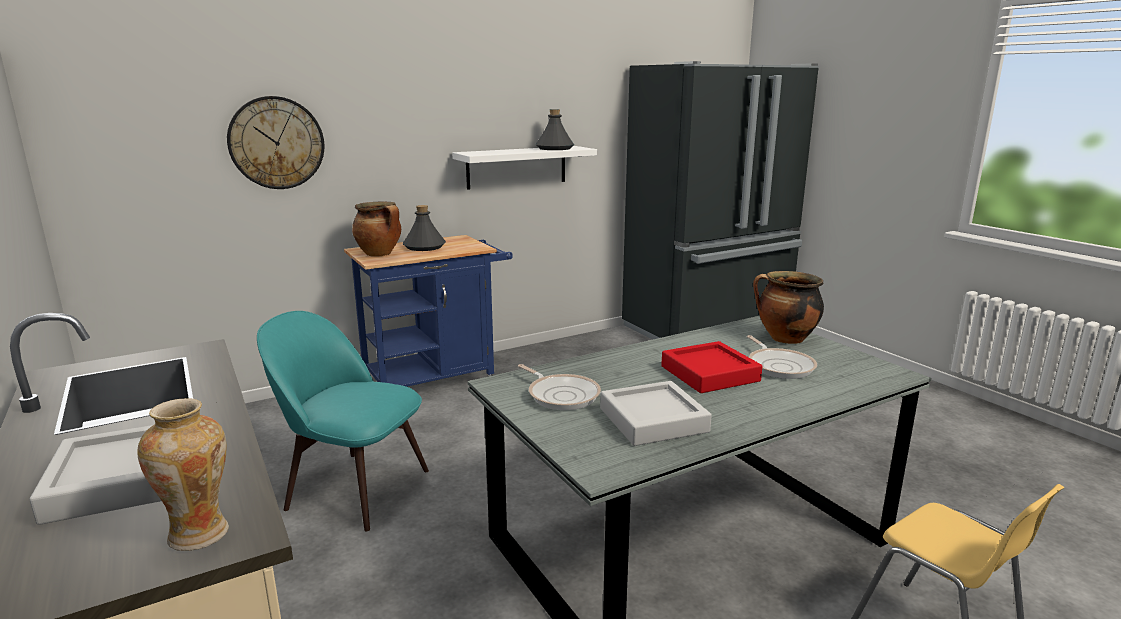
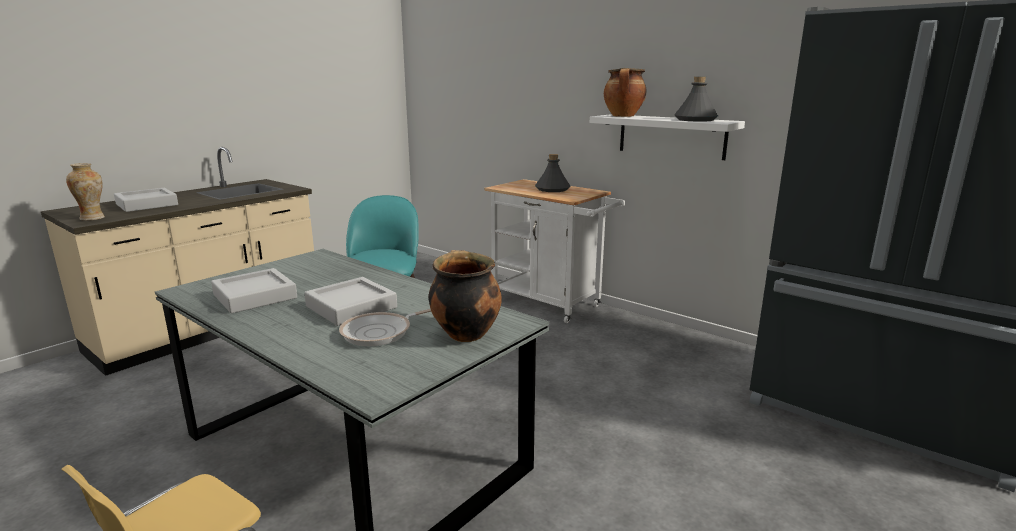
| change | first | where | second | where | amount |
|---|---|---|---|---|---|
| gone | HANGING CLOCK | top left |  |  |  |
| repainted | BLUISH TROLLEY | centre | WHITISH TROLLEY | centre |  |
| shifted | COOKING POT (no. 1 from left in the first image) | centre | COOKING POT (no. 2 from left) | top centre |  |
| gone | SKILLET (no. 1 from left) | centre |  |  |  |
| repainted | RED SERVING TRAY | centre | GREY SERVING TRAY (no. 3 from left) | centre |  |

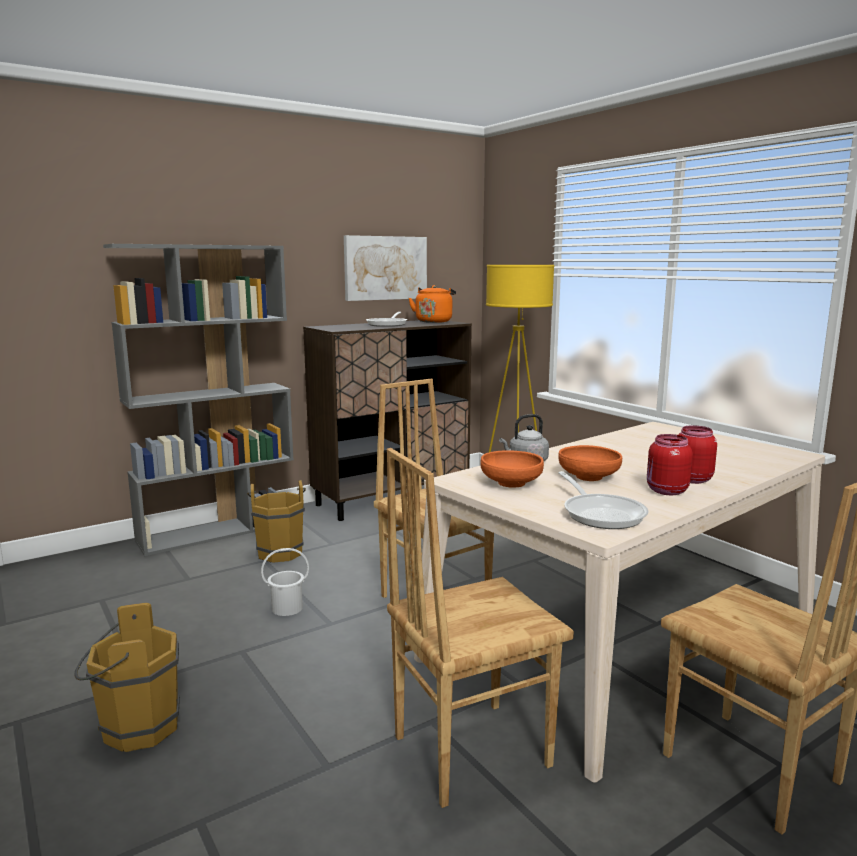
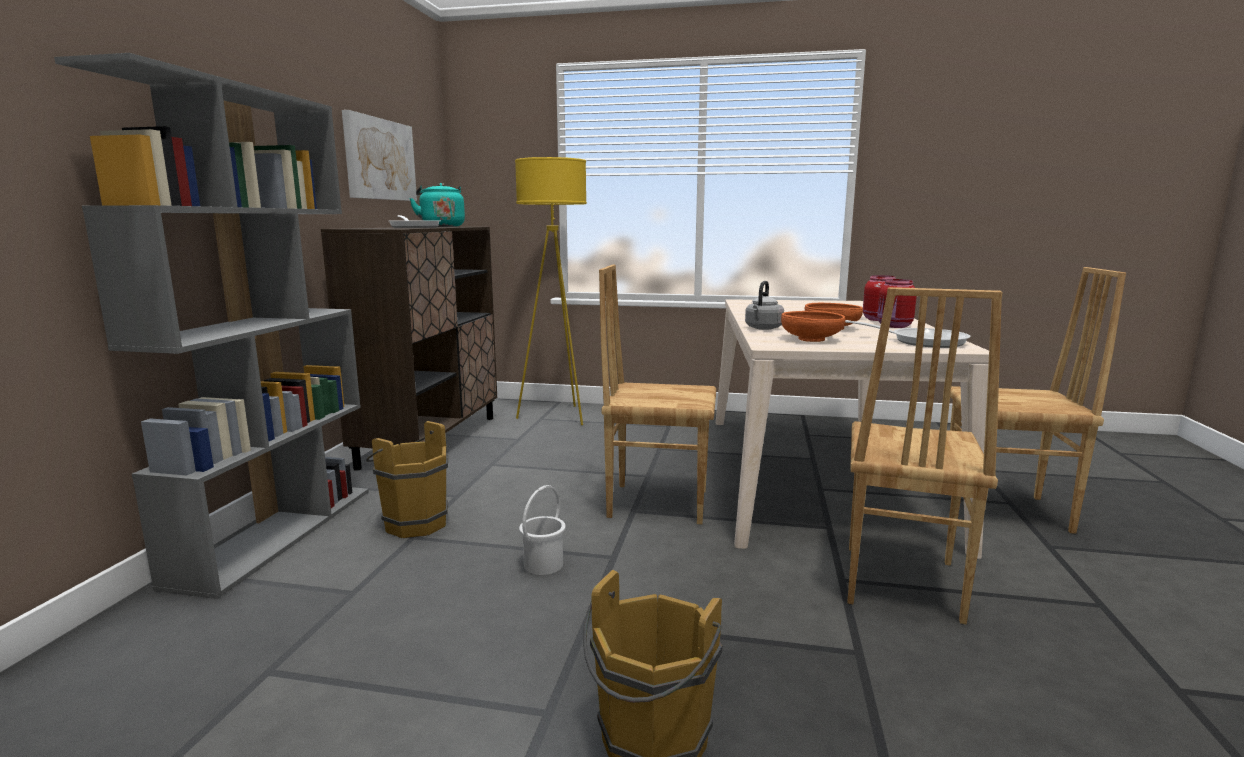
| change | first | where | second | where | amount |
|---|---|---|---|---|---|
| repainted | ORANGEY WATER KETTLE | centre | TURQUOISE WATER KETTLE | top centre |  |

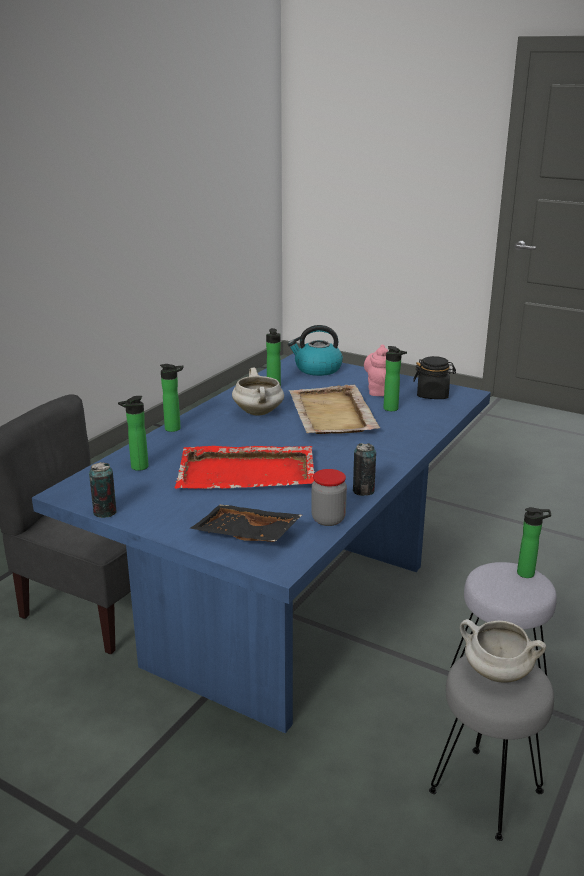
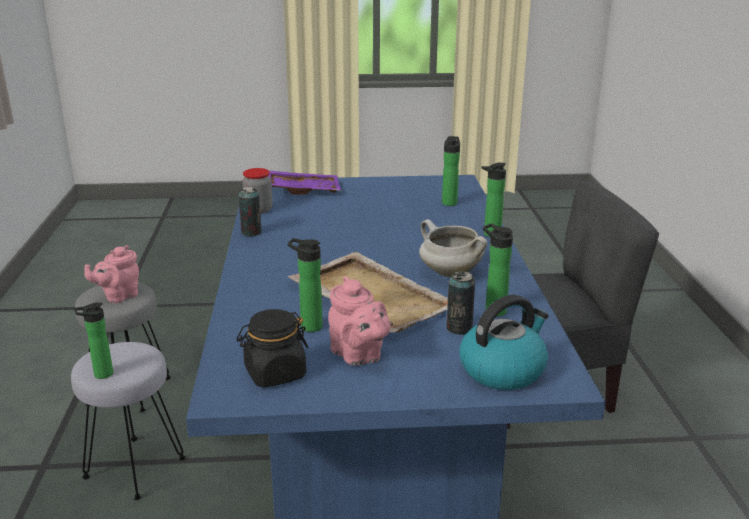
| change | first | where | second | where | amount |
|---|---|---|---|---|---|
| shifted | METAL CAN (no. 1 from left in the first image) | middle left | METAL CAN (no. 2 from left) | centre |  |
| gone | RED SERVING TRAY | centre |  |  |  |
| repainted | BLACKISH SERVING TRAY | centre | PURPLE-COLOURED SERVING TRAY | centre |  |
| swapped | WHITISH COOKING POT (no. 2 from left) | bottom right | PINK TEA POT (no. 1 from left) | middle left |  |

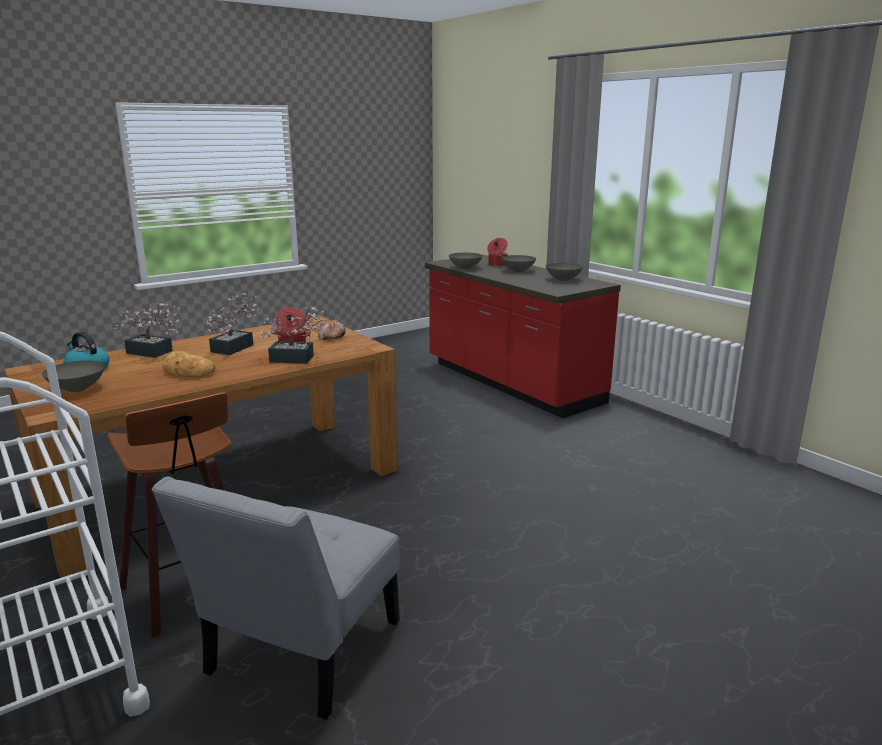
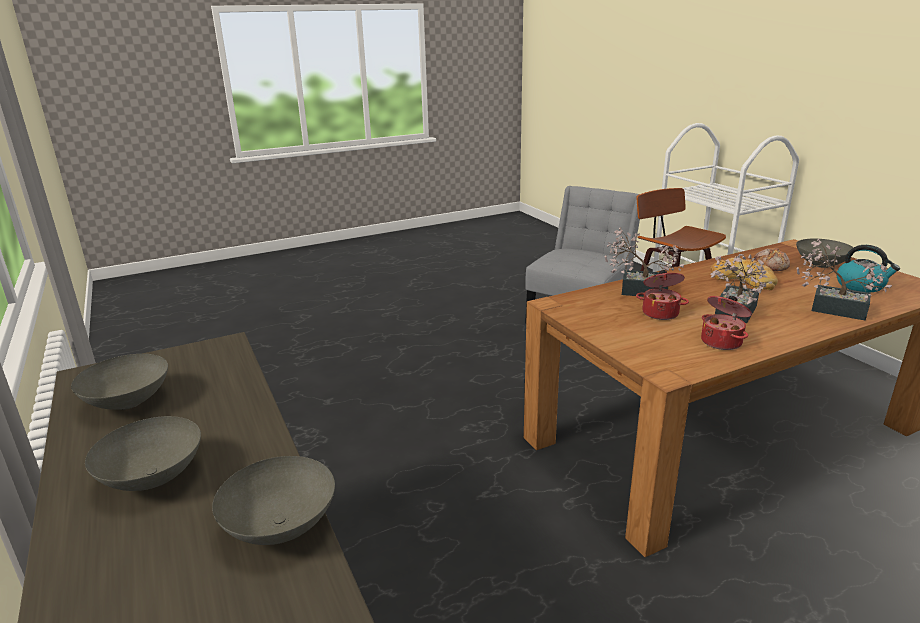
| change | first | where | second | where | amount |
|---|---|---|---|---|---|
| shifted | BAKED BREAD (no. 2 from left) | centre |  | middle right |  |
| shifted | COOKING POT (no. 2 from left) | centre |  | middle right |  |

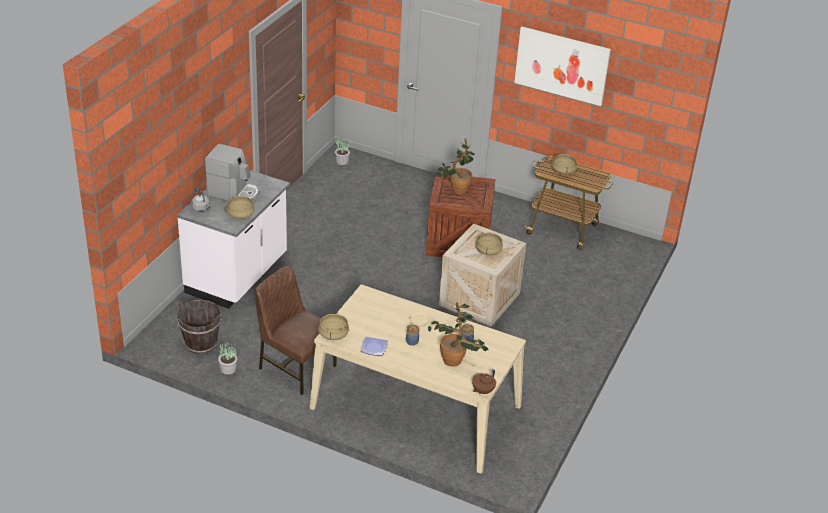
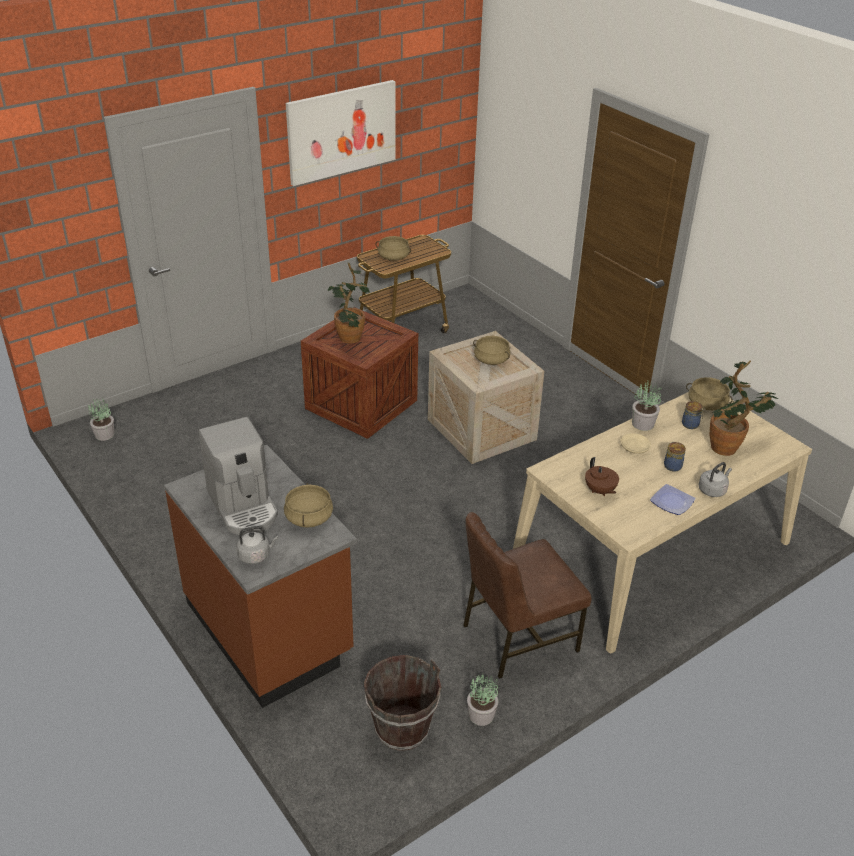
| change | first | where | second | where | amount |
|---|---|---|---|---|---|
| repainted | WHITISH KITCHEN COUNTER | middle left | BROWNISH KITCHEN COUNTER | bottom left |  |
| rotated | COFFEE BREWER | middle left |  | middle left | 105 degrees clockwise |
| shifted | BEIGE-COLOURED COOKING POT (no. 2 from left in the first image) | centre | BEIGE-COLOURED COOKING POT (no. 4 from left) | middle right |  |
| shifted | BROWNISH TEA POT | bottom centre |  | middle right |  |
| new |  |  | POTTED PLANT (no. 4 from left) | middle right |  |
| new |  |  | GREY WATER KETTLE (no. 2 from left) | middle right |  |

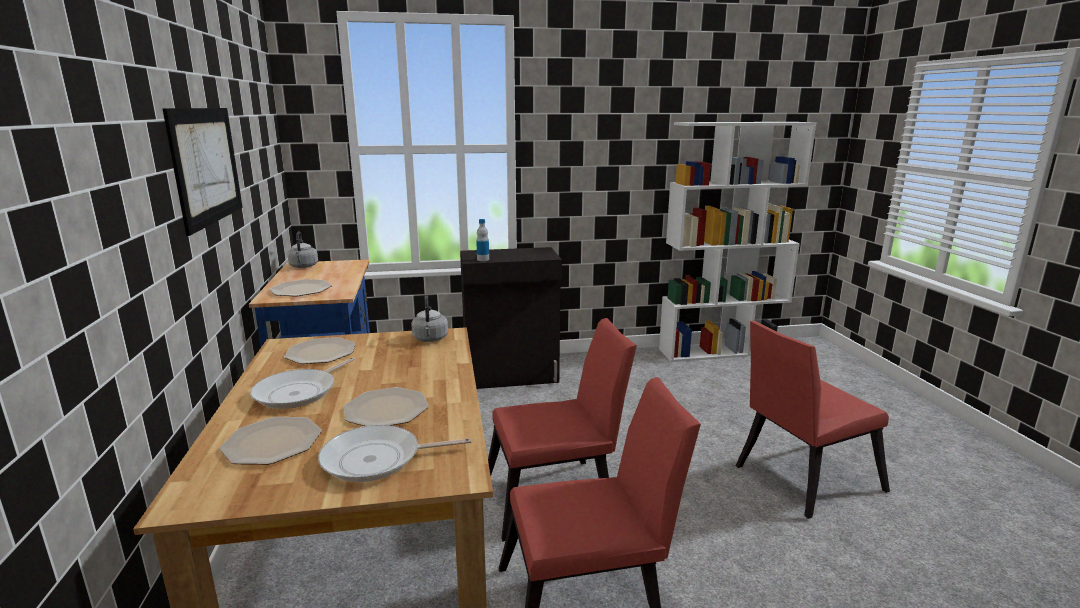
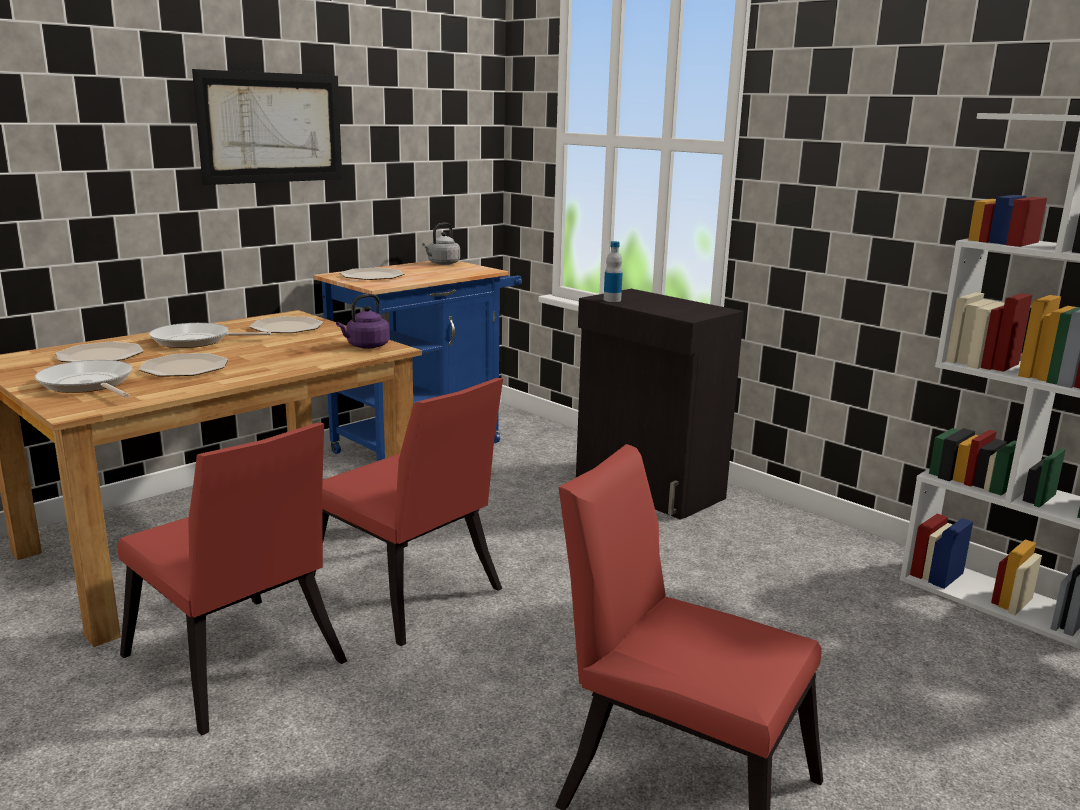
| change | first | where | second | where | amount |
|---|---|---|---|---|---|
| repainted | GREY WATER KETTLE (no. 2 from left) | centre | PURPLE-COLOURED WATER KETTLE | centre |  |

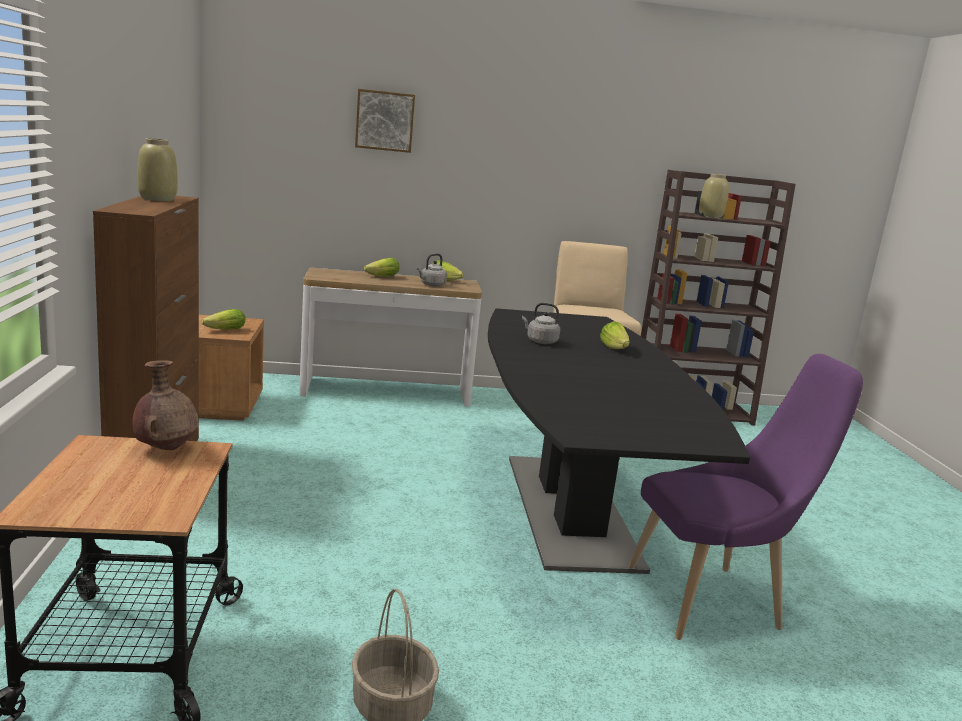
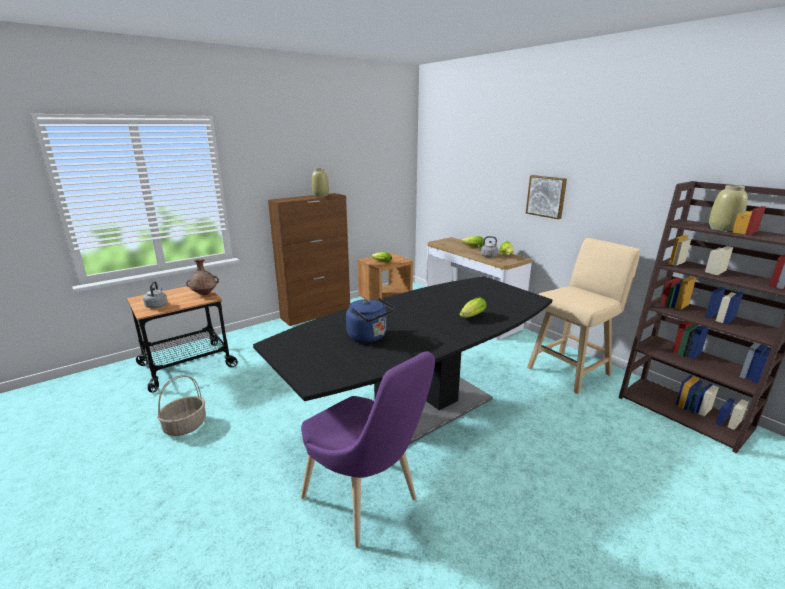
| change | first | where | second | where | amount |
|---|---|---|---|---|---|
| shifted | WALL ART | top centre |  | middle right |  |
| shifted | GREY WATER KETTLE (no. 2 from left in the first image) | centre | GREY WATER KETTLE (no. 1 from left) | middle left |  |
| new |  |  | BLUISH WATER KETTLE | centre |  |

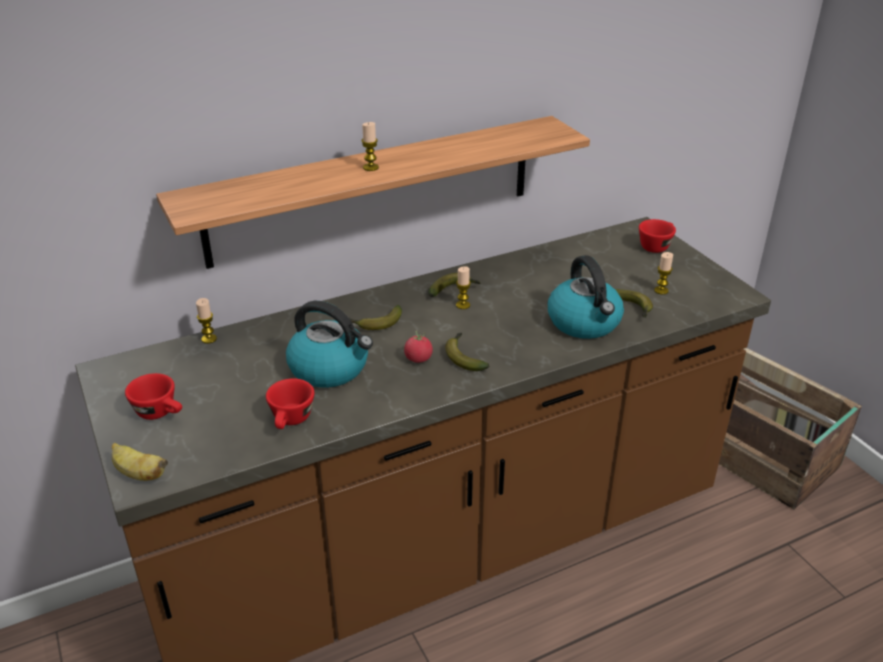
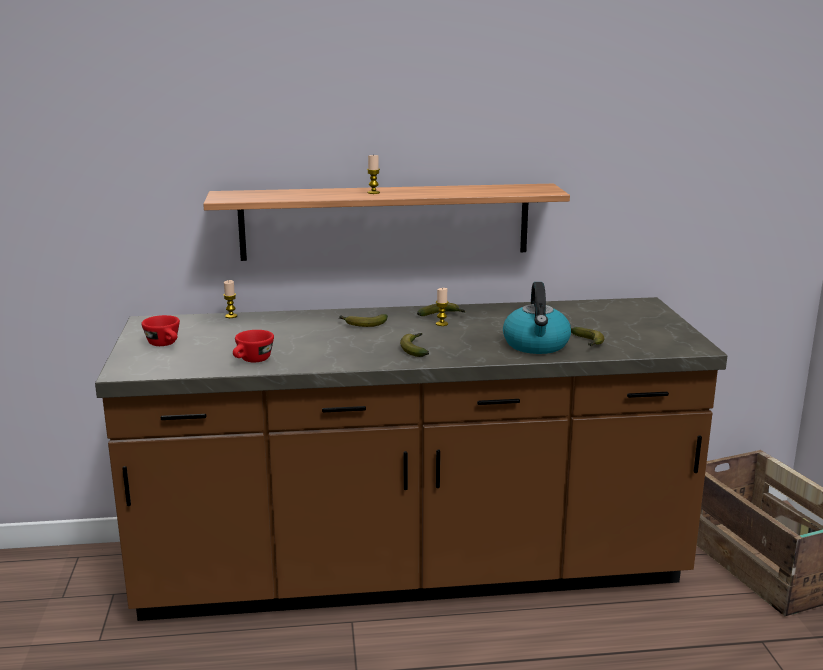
| change | first | where | second | where | amount |
|---|---|---|---|---|---|
| gone | BANANA (no. 1 from left) | bottom left |  |  |  |
| gone | WATER KETTLE (no. 1 from left) | centre |  |  |  |
| gone | WHOLE TOMATO | centre |  |  |  |
| gone | RED DRINKING CUP (no. 3 from left) | middle right |  |  |  |
| gone | WAX CANDLE (no. 4 from left) | middle right |  |  |  |

